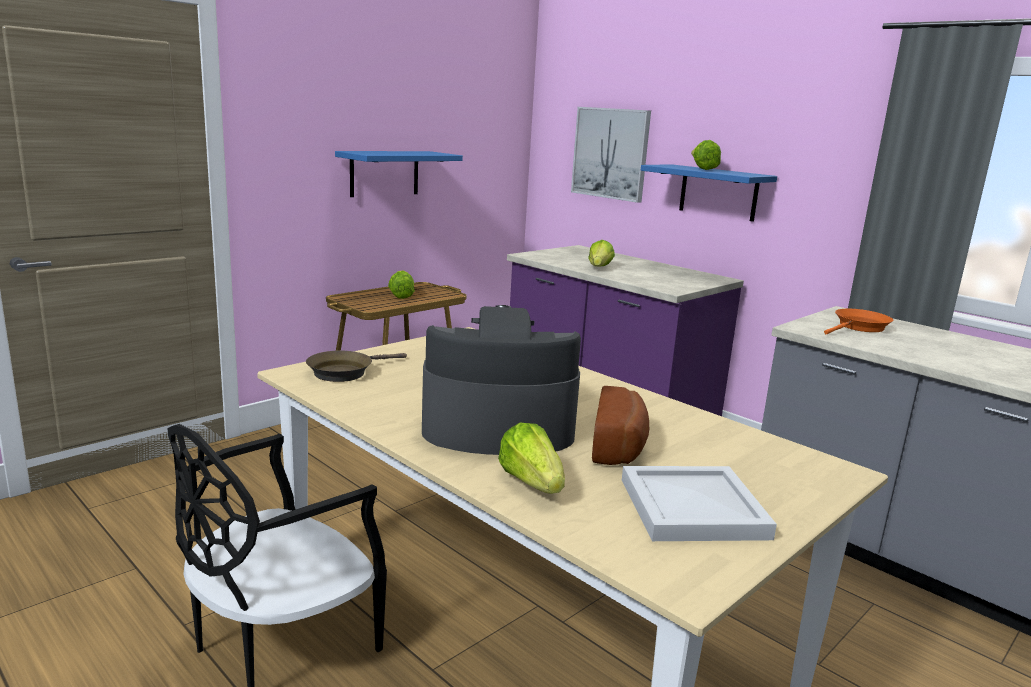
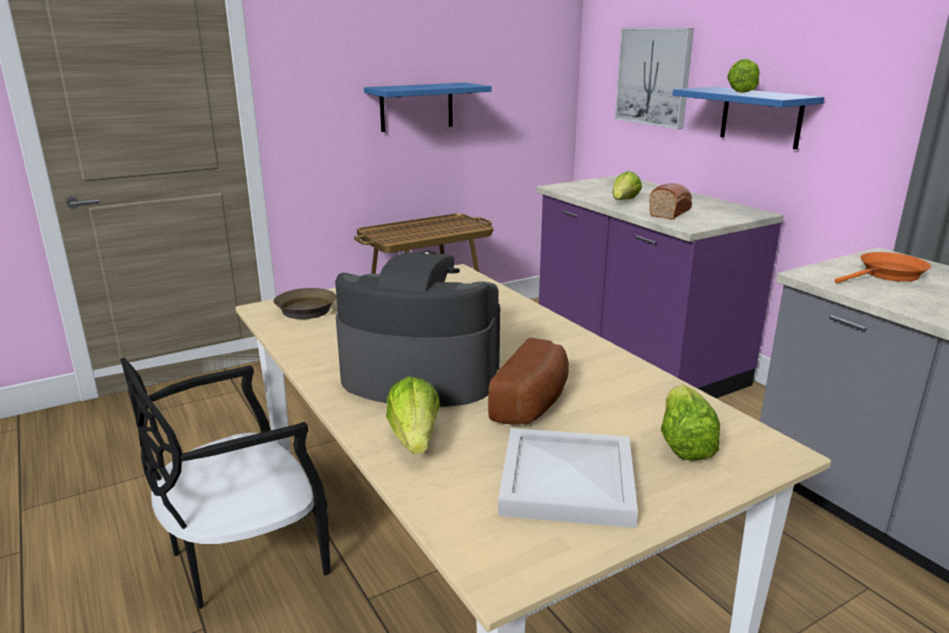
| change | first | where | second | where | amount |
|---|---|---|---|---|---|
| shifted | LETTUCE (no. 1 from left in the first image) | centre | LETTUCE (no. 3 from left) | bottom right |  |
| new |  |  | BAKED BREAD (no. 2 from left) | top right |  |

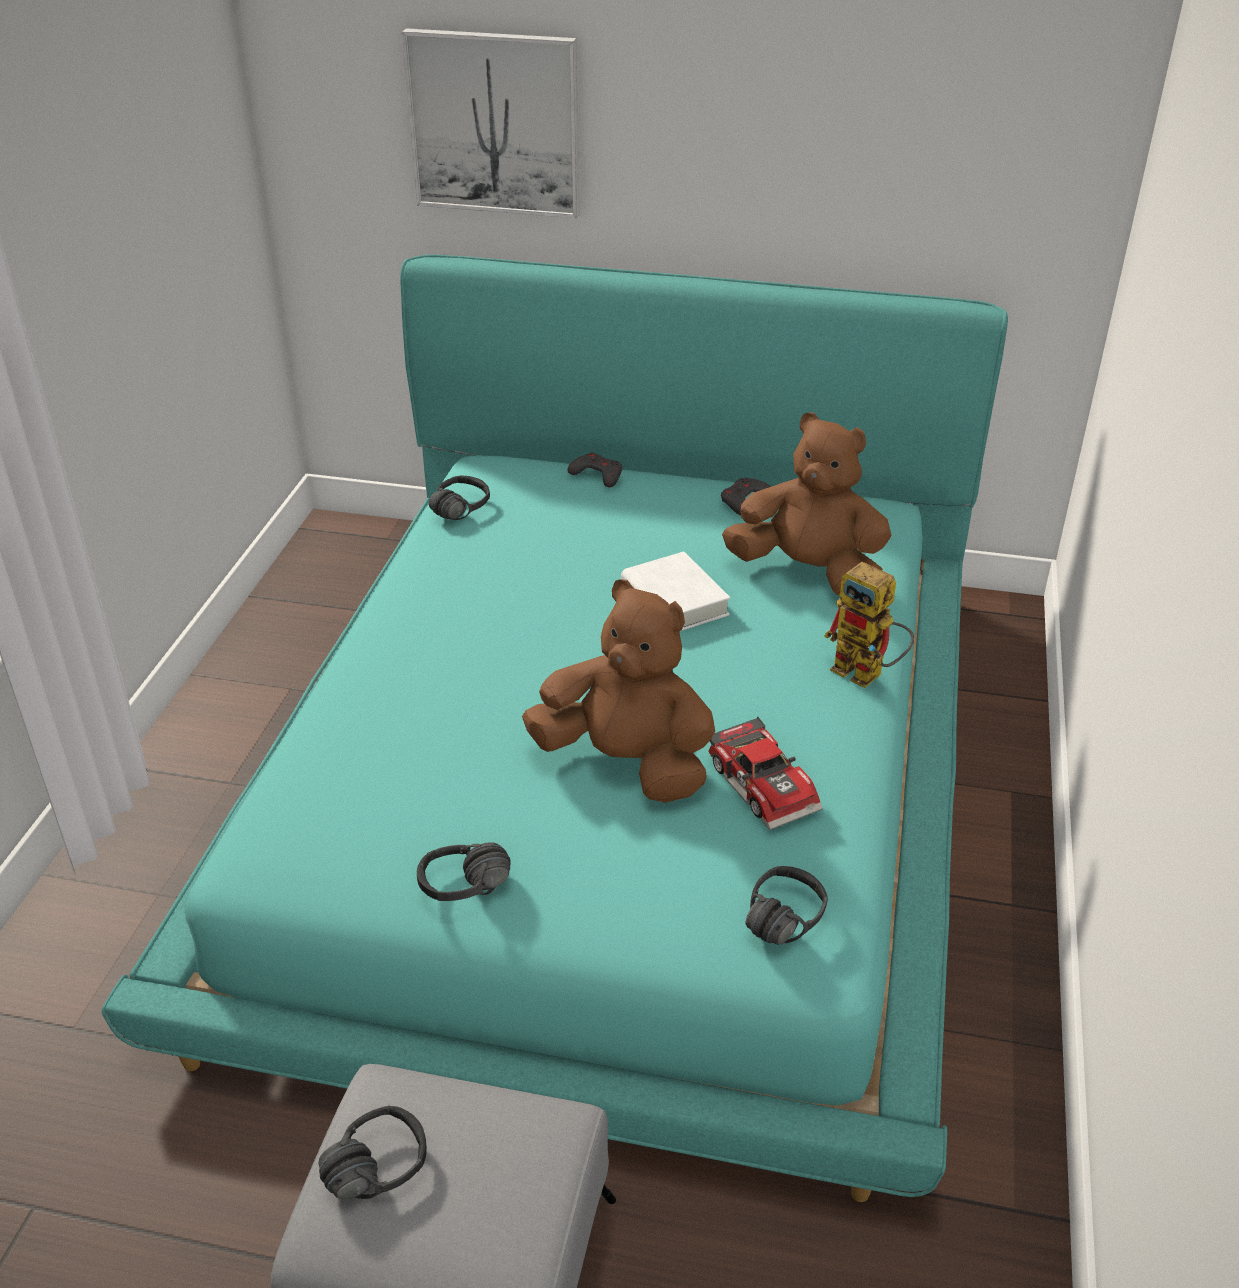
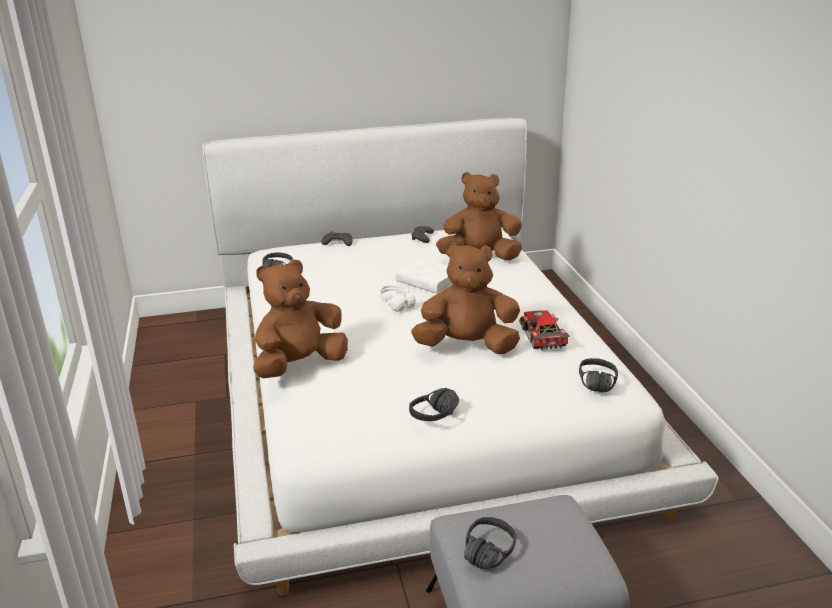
| change | first | where | second | where | amount |
|---|---|---|---|---|---|
| repainted | TURQUOISE SLEEPING BED | centre | WHITISH SLEEPING BED | centre |  |
| gone | WALL ART | top centre |  |  |  |
| rotated | MODEL CAR | centre |  | centre | 135 degrees counterclockwise |
| gone | MODEL ROBOT | middle right |  |  |  |
| new |  |  | BROWNISH SOFT TOY (no. 1 from left) | centre |  |
| new |  |  | WHITISH HEADSET | centre |  |

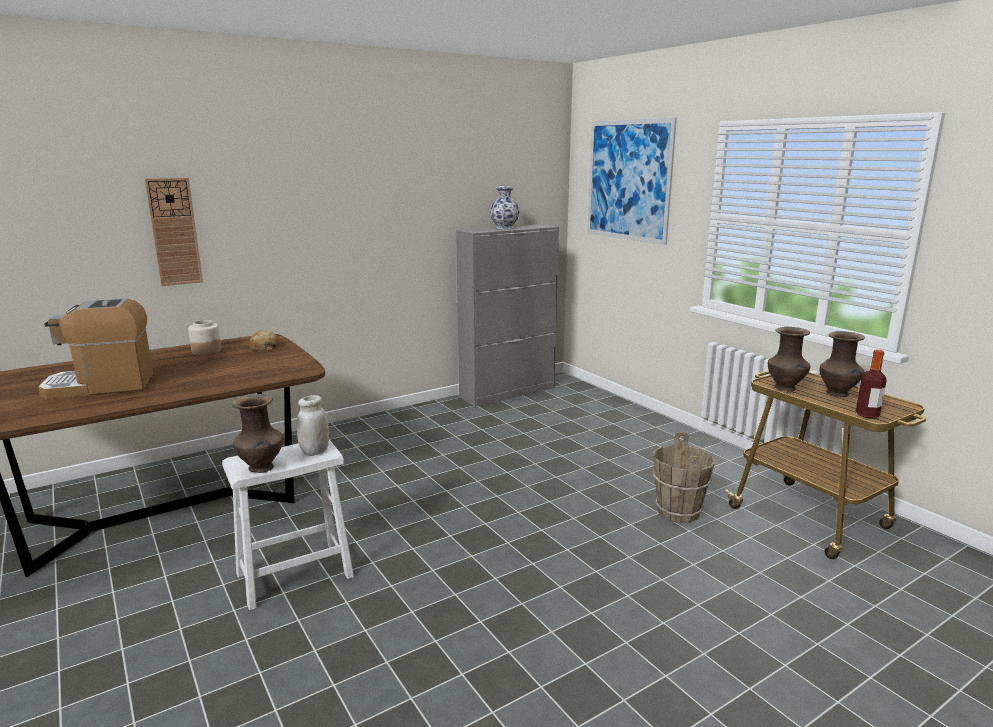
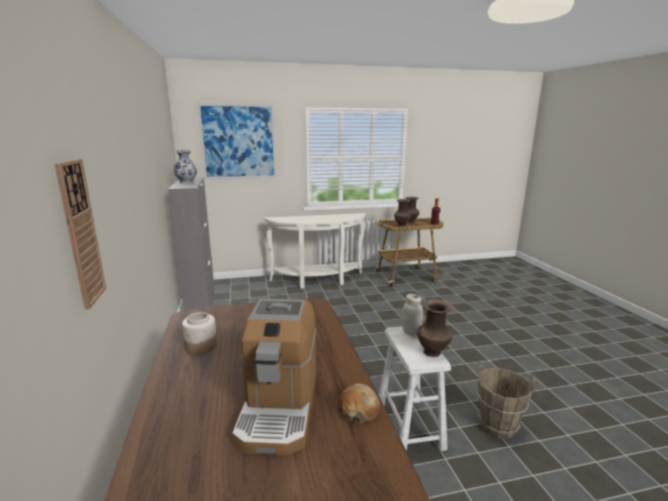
| change | first | where | second | where | amount |
|---|---|---|---|---|---|
| shifted | BAKED BREAD | middle left |  | bottom centre |  |
| shifted | BROWNISH BUCKET | middle right |  | bottom right |  |
| new |  |  | WHITISH HALL TABLE | centre |  |

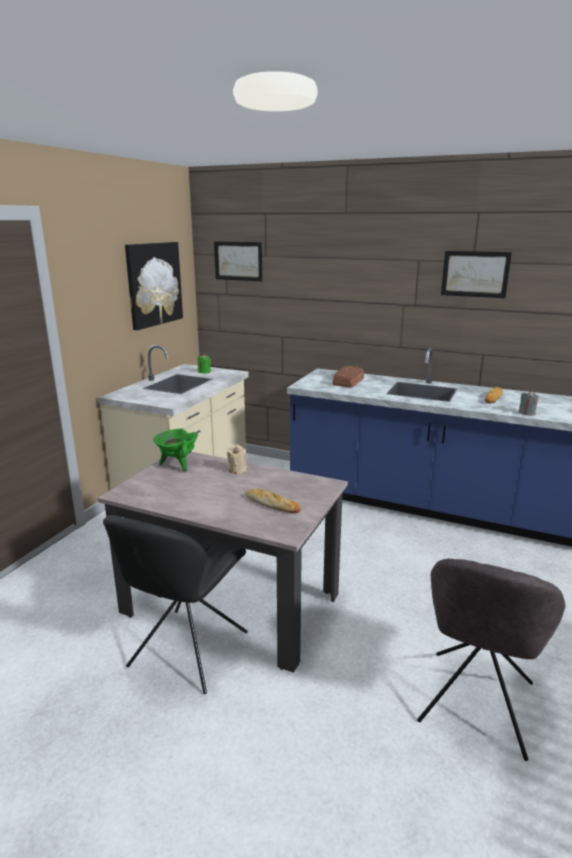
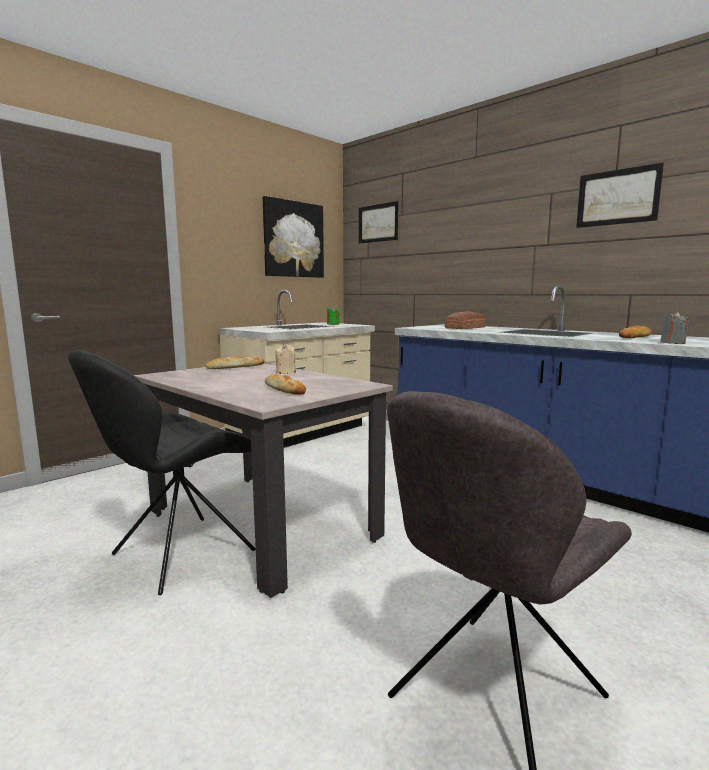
| change | first | where | second | where | amount |
|---|---|---|---|---|---|
| swapped | GREENISH COOKING POT | middle left | BAKED BREAD (no. 1 from left) | middle left |  |

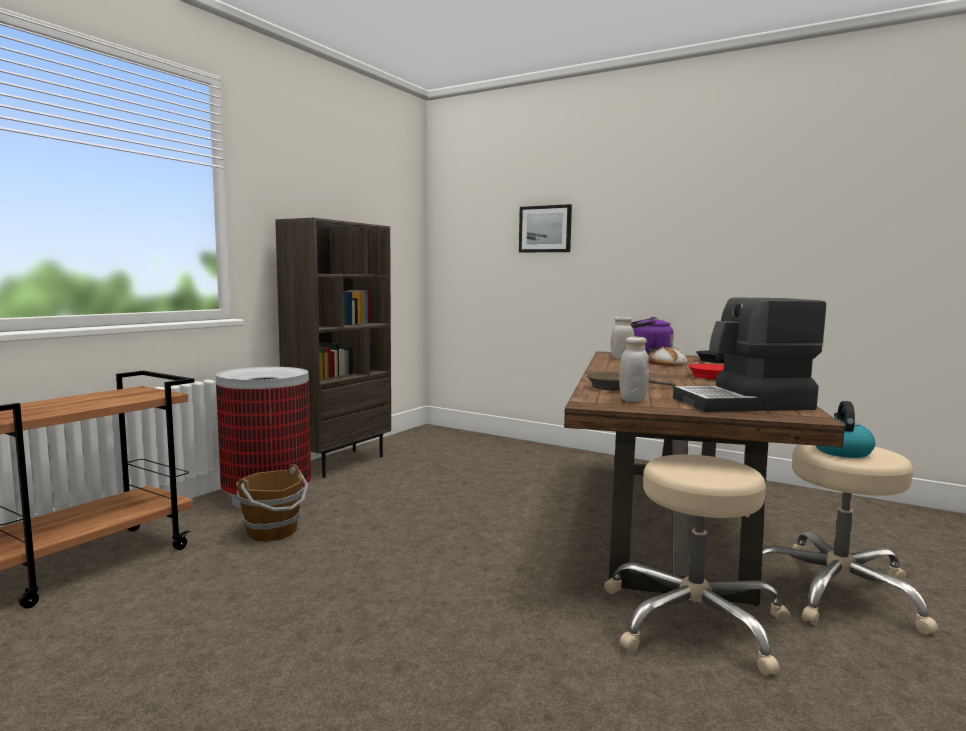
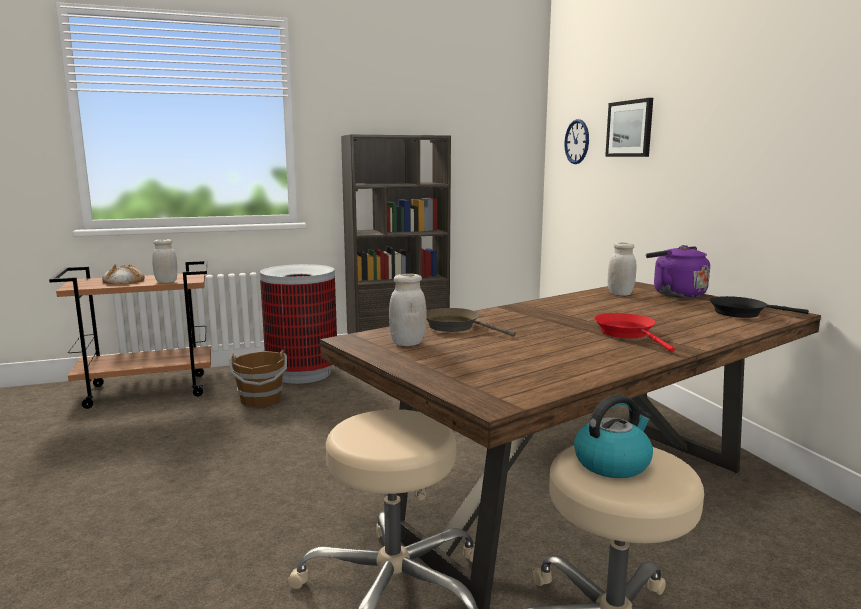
| change | first | where | second | where | amount |
|---|---|---|---|---|---|
| shifted | BAKED BREAD | middle right |  | middle left |  |
| gone | COFFEE BREWER | middle right |  |  |  |
| new |  |  | WHITISH STORAGE JAR (no. 1 from left) | middle left |  |
| new |  |  | HANGING CLOCK | top right |  |

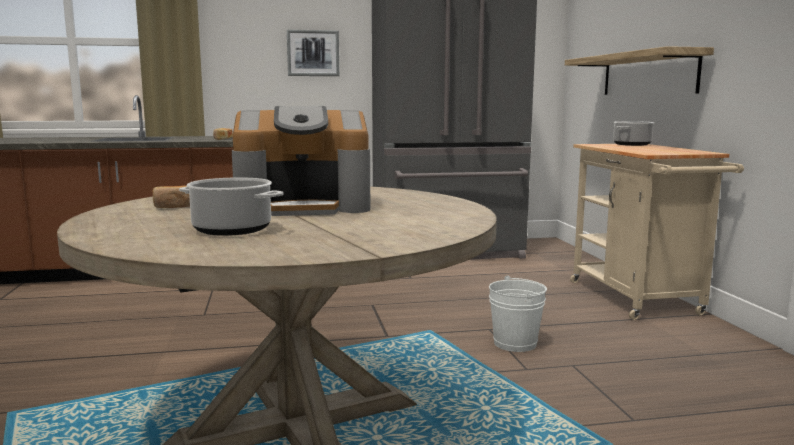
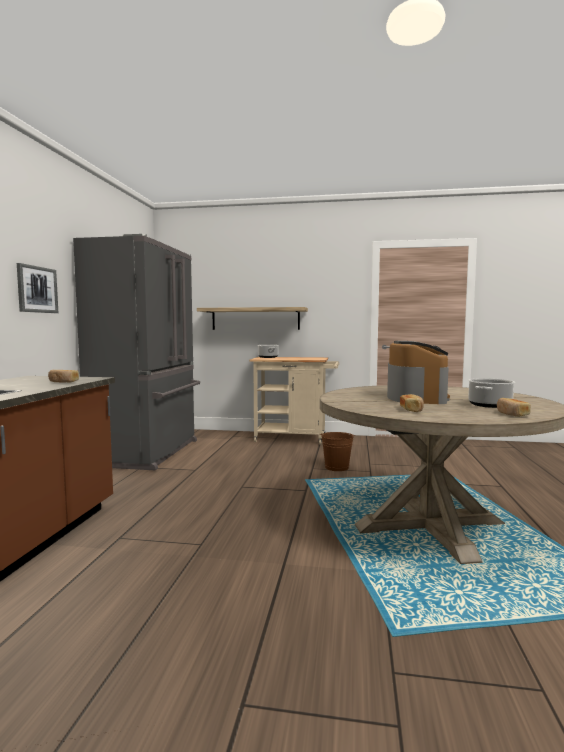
| change | first | where | second | where | amount |
|---|---|---|---|---|---|
| repainted | WHITISH BUCKET | bottom centre | BROWNISH BUCKET | centre |  |
| new |  |  | BAKED BREAD (no. 3 from left) | middle right |  |

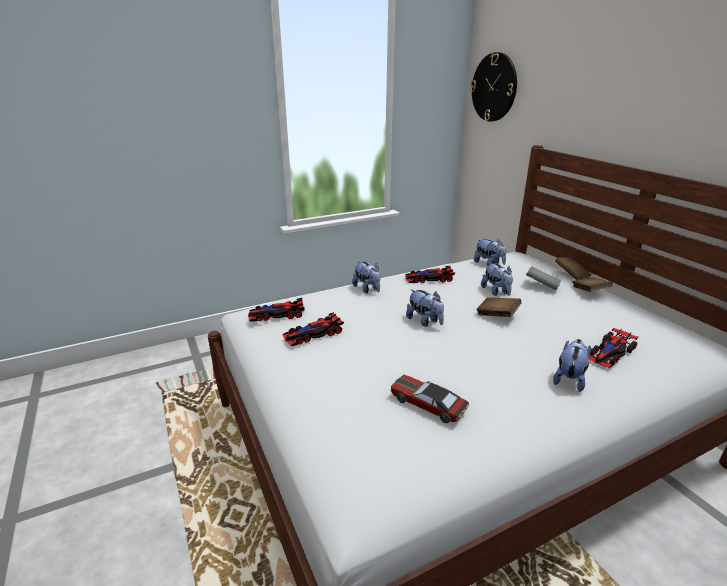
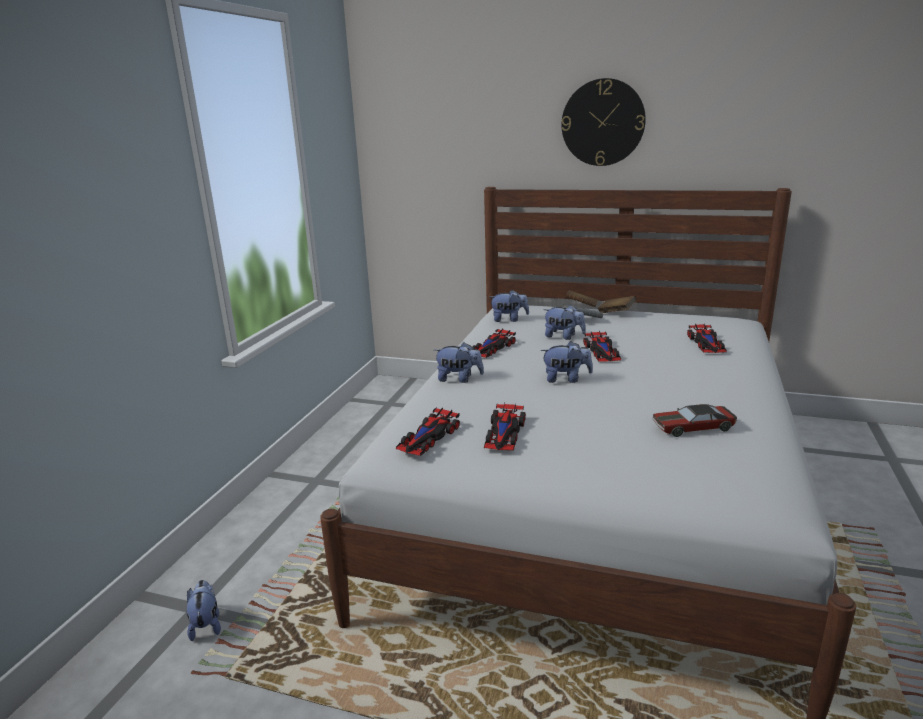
| change | first | where | second | where | amount |
|---|---|---|---|---|---|
| shifted | HANGING CLOCK | top right |  | top centre |  |
| swapped | BROWNISH VOLUME (no. 1 from left) | middle right | MODEL CAR (no. 4 from left) | centre |  |
| shifted | SOFT TOY (no. 5 from left in the first image) | middle right | SOFT TOY (no. 1 from left) | bottom left |  |

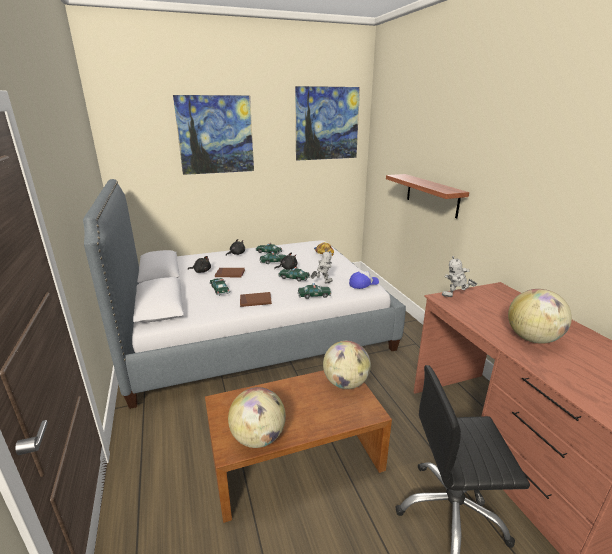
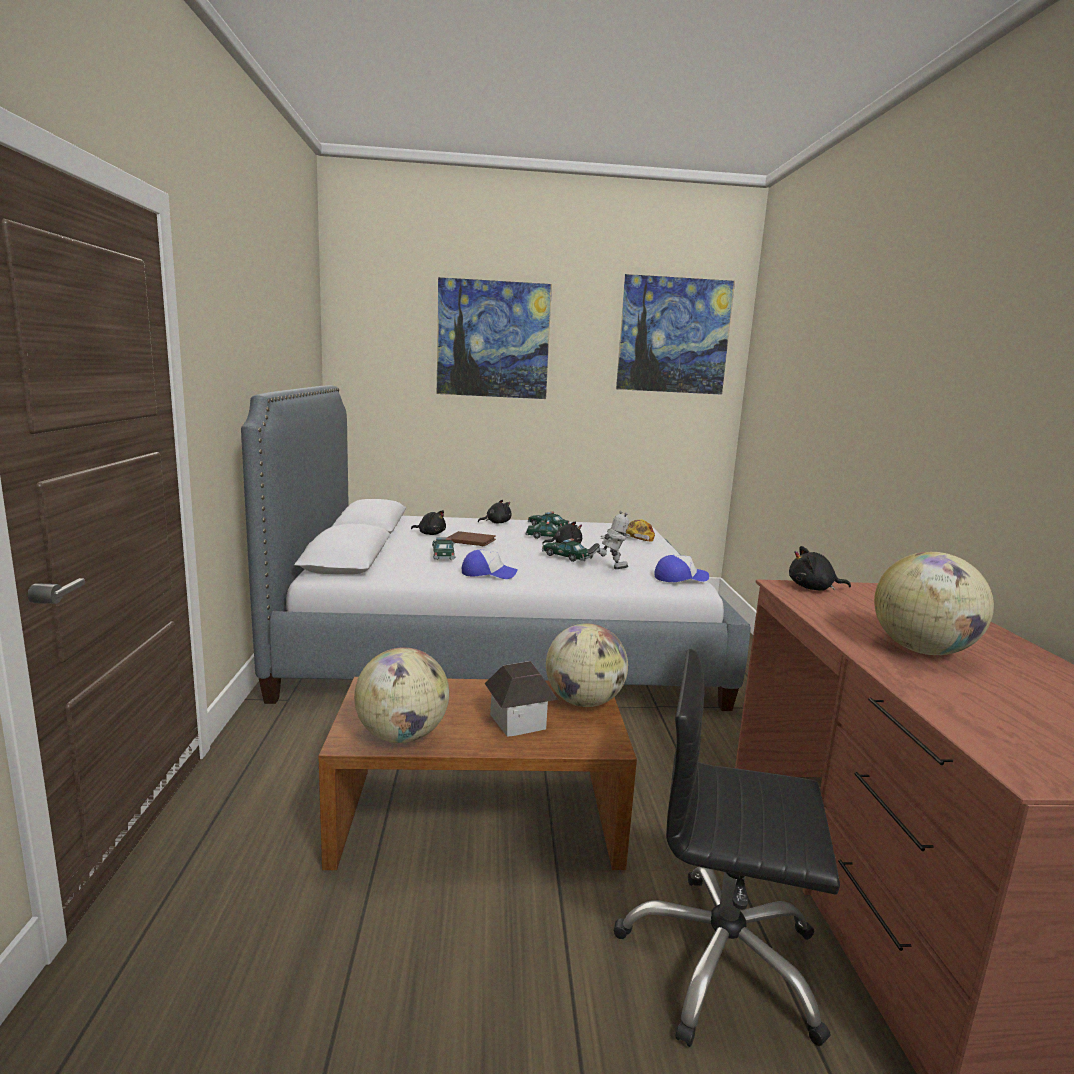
| change | first | where | second | where | amount |
|---|---|---|---|---|---|
| swapped | BROWNISH VOLUME (no. 2 from left) | centre | PEAKED CAP (no. 1 from left) | centre |  |
| gone | MODEL CAR (no. 5 from left) | centre |  |  |  |
| gone | BRACKET SHELF | middle right |  |  |  |
| swapped | MODEL ROBOT (no. 2 from left) | middle right | BLACKISH SOFT TOY (no. 4 from left) | middle right |  |
| new |  |  | MINIATURE HOUSE | centre |  |

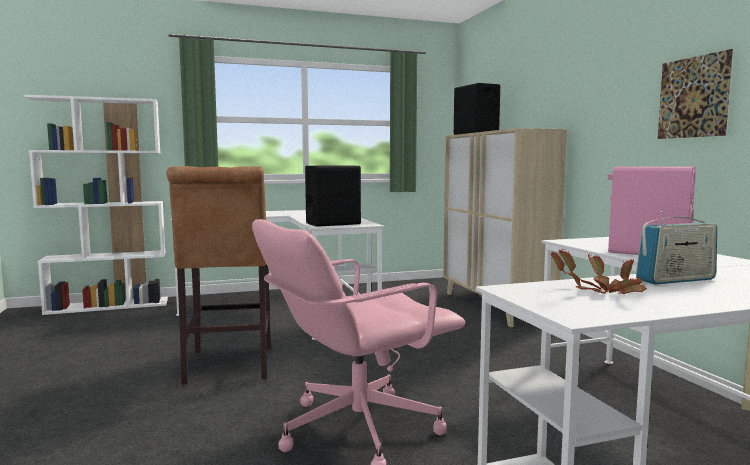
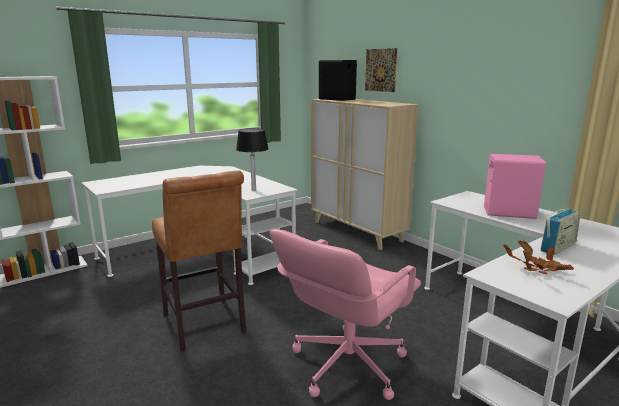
| change | first | where | second | where | amount |
|---|---|---|---|---|---|
| swapped | BLACKISH LOUDSPEAKER (no. 1 from left) | centre | TABLE LAMP | centre |  |
| shifted | WALL ART | top right |  | top centre |  |

